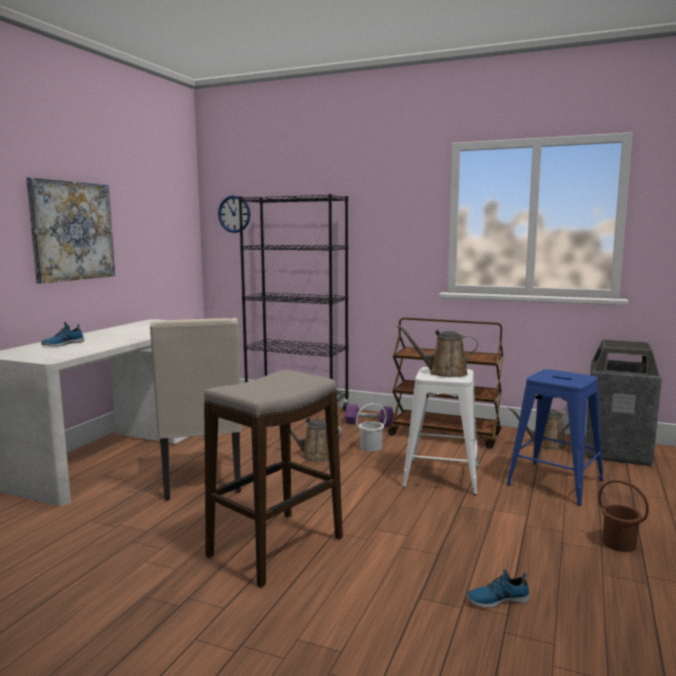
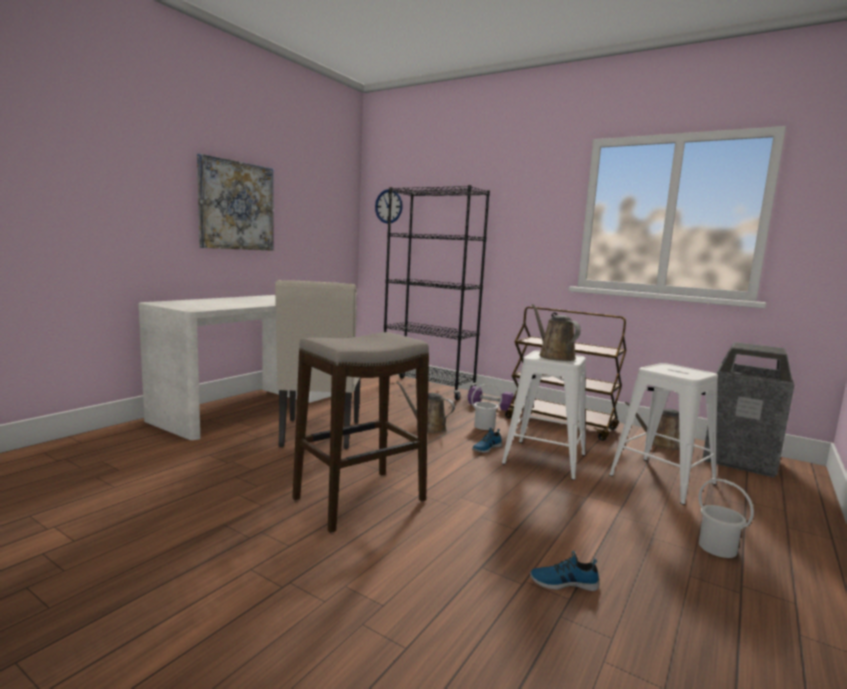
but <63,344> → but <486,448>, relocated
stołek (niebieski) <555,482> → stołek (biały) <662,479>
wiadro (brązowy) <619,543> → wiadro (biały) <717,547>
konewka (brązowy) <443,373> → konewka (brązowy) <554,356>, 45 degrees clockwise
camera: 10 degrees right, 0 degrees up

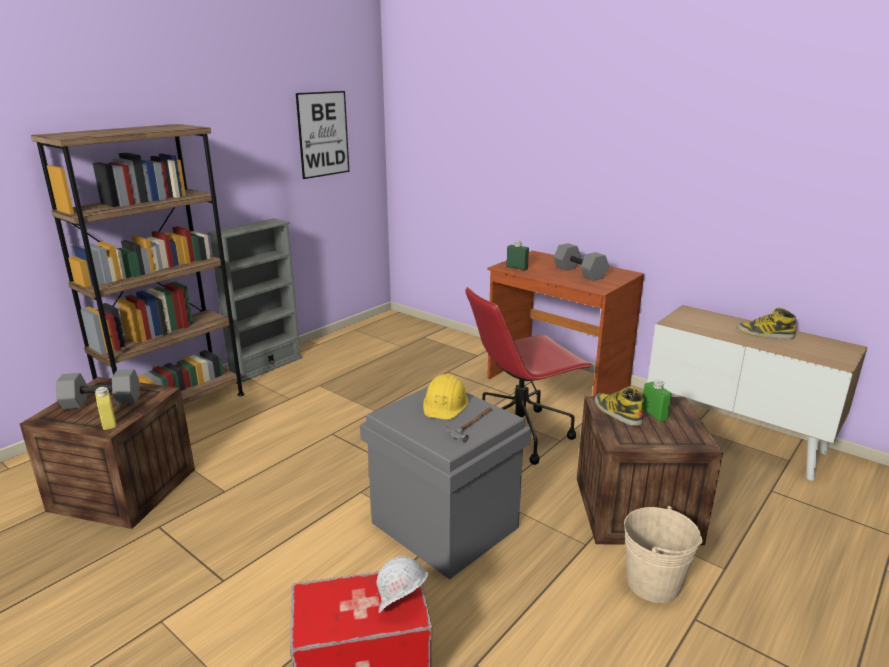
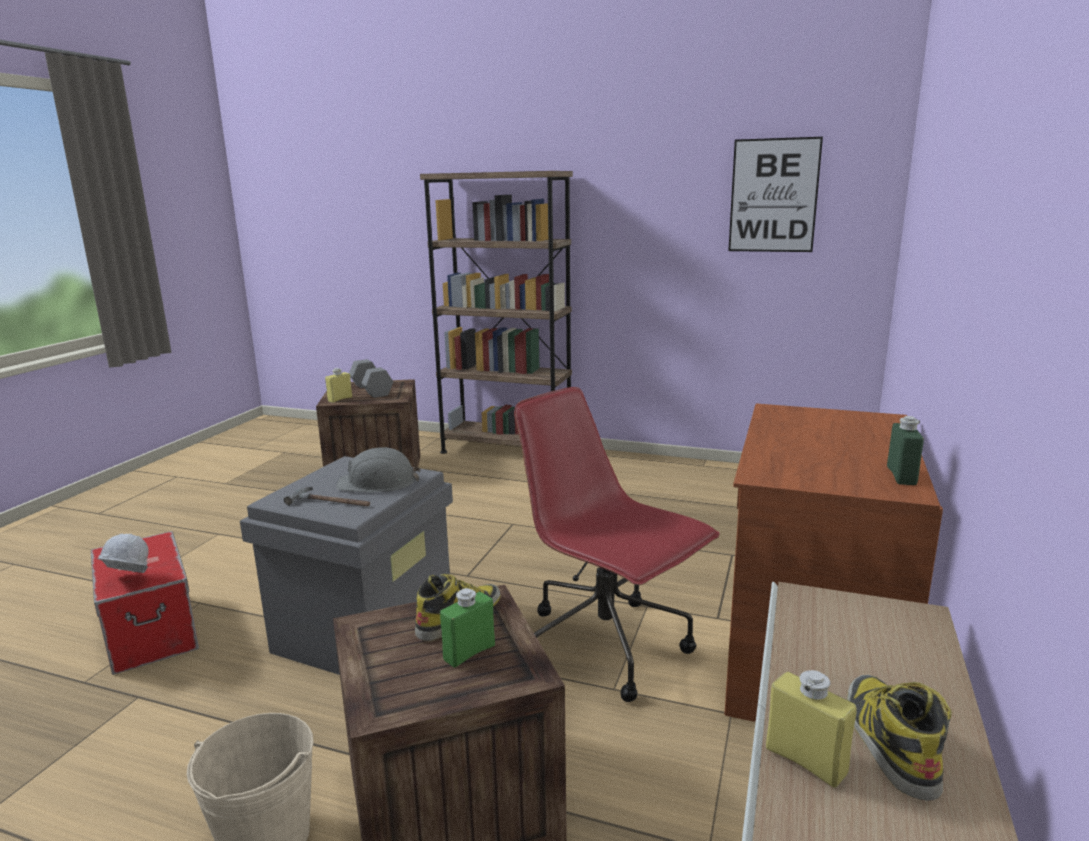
regał (szary) <266,366> → -
hantel (szary) <578,272> → -
- → butelka (żółty) <805,761>
butelka (zielony) <517,268> → butelka (zielony) <901,476>, relocated
kask (żółty) <445,404> → kask (szary) <378,483>
camera: 70 degrees right, 5 degrees down

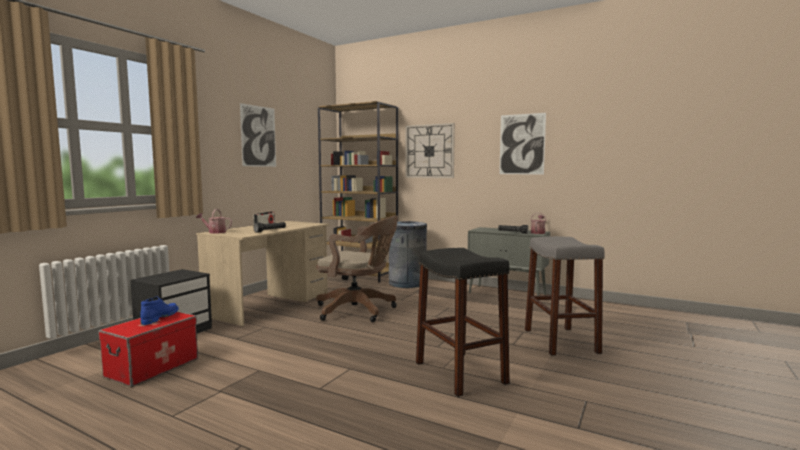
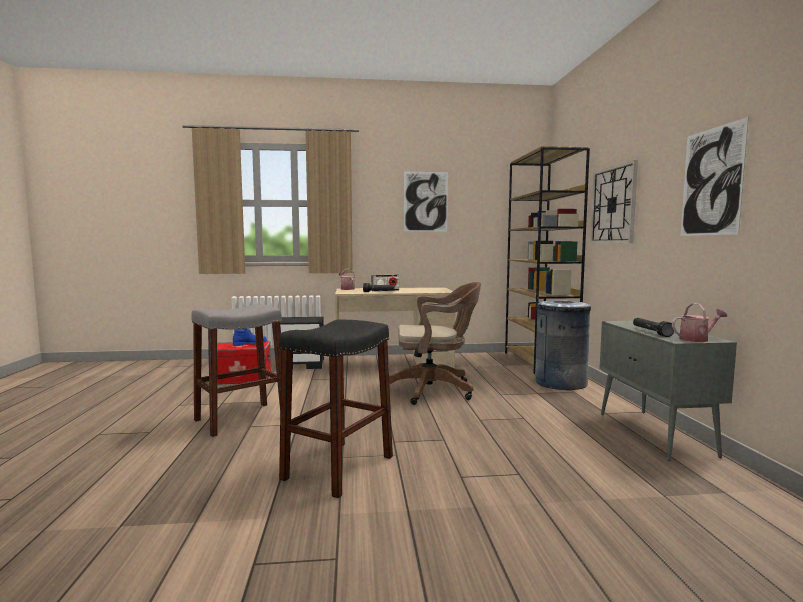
stołek (szary) <560,341> → stołek (szary) <241,419>, relocated
krzesło biurowe (brązowy) <359,311> → krzesło biurowe (brązowy) <434,390>, 75 degrees counterclockwise
camera: 55 degrees right, 0 degrees up

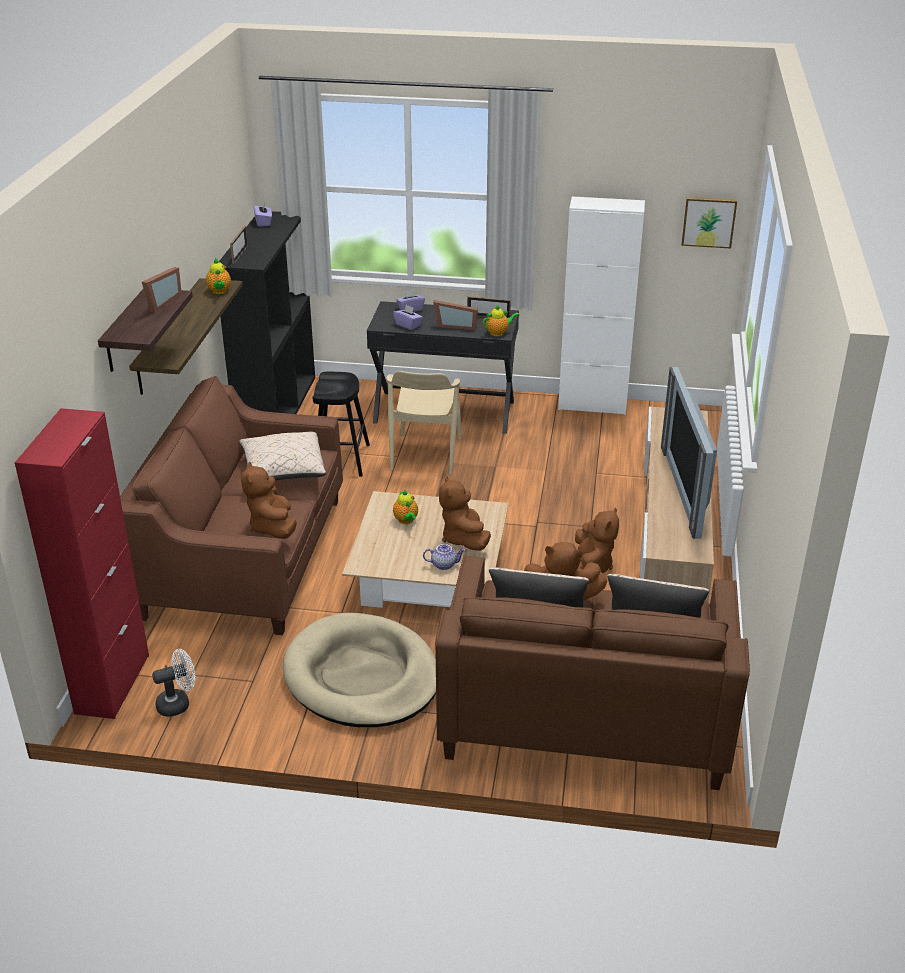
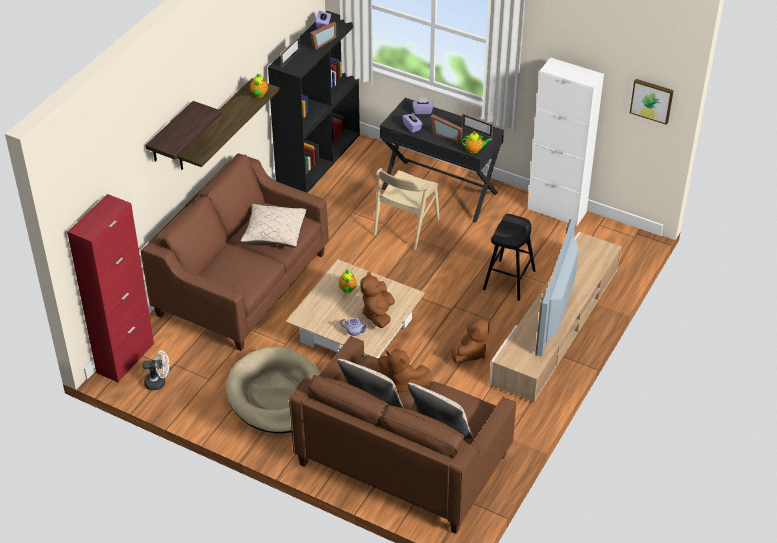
pluszak (brązowy) <272,527> → -
ramka na zdjęcie <160,302> → ramka na zdjęcie <321,42>, relocated
stołek (czarny) <341,459> → stołek (czarny) <509,280>, relocated
camera: 20 degrees right, 10 degrees up

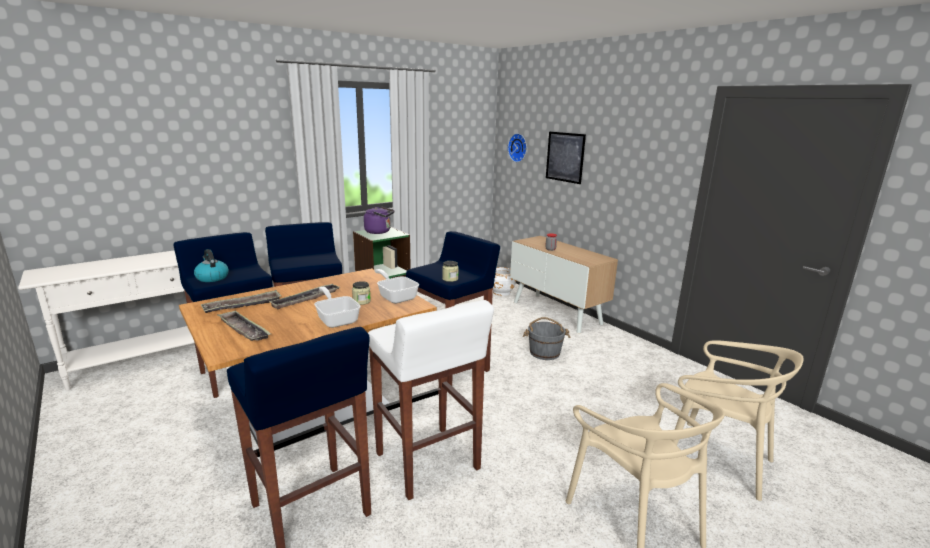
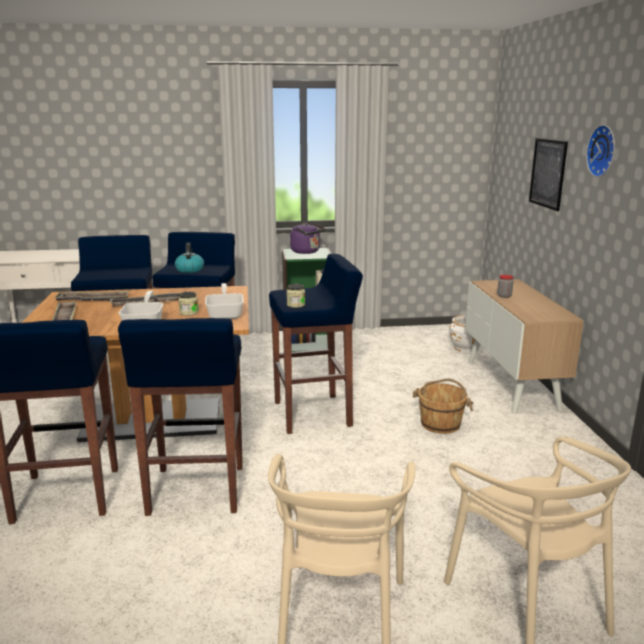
czajnik <212,278> → czajnik <189,269>, relocated
zegar ścienny <518,147> → zegar ścienny <604,151>, relocated
stołek (biały) <428,462> → stołek (niebieski) <196,491>
wiadro (szary) <544,352> → wiadro (brązowy) <441,423>
camera: 30 degrees right, 0 degrees up

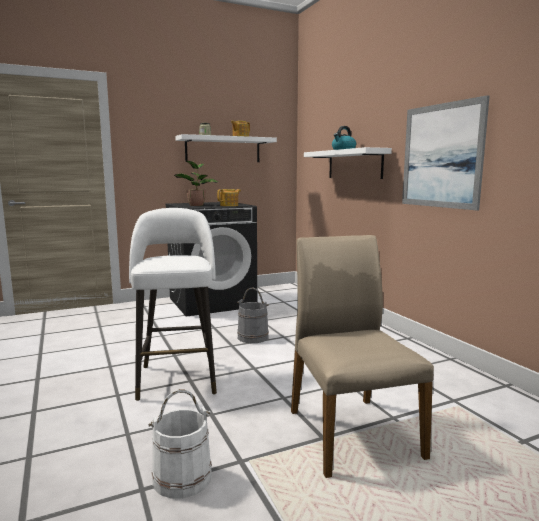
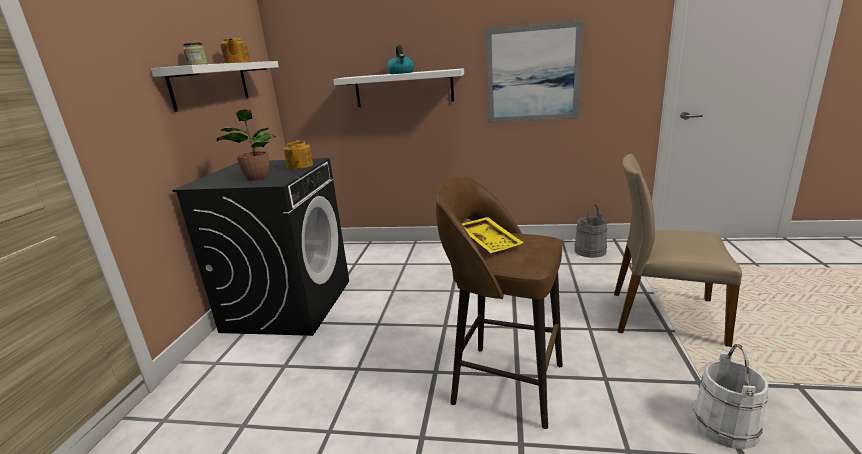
- → taca (żółty) <490,242>
wiadro (szary) <253,337> → wiadro (szary) <590,251>, relocated
stołek (biały) <178,378> → stołek (brązowy) <504,382>
camera: 55 degrees left, 10 degrees up

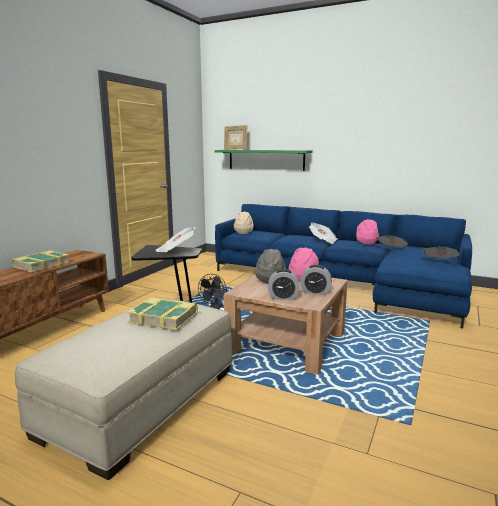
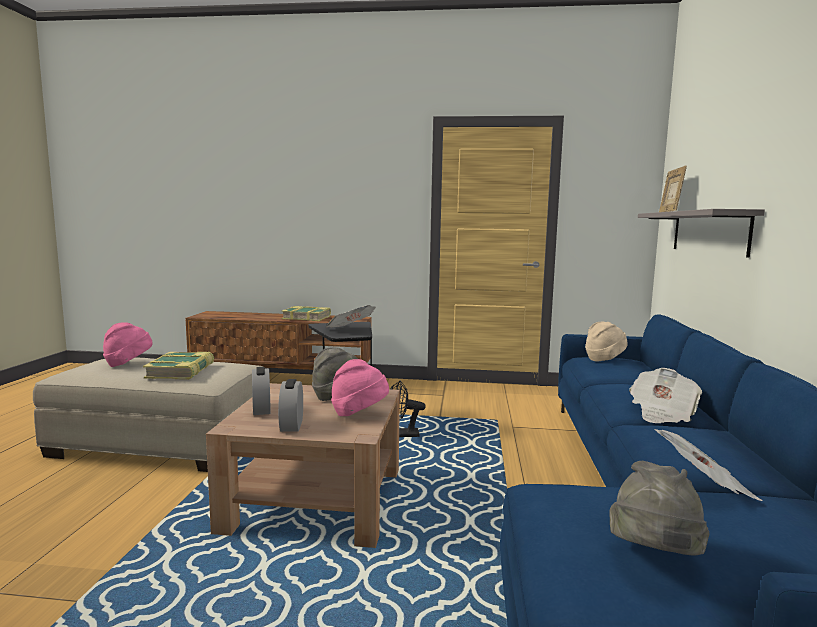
kapelusz (różowy) <366,242> → kapelusz (różowy) <128,364>, relocated
gazeta <439,262> → kapelusz (szary) <654,559>
półka (zielony) <266,159> → półka (szary) <708,232>
camera: 70 degrees right, 5 degrees down

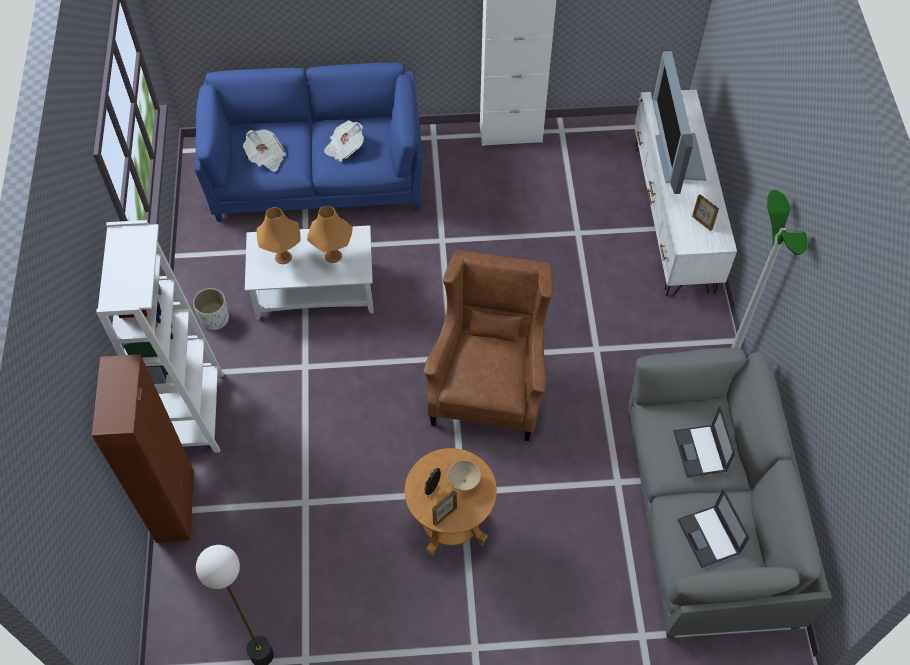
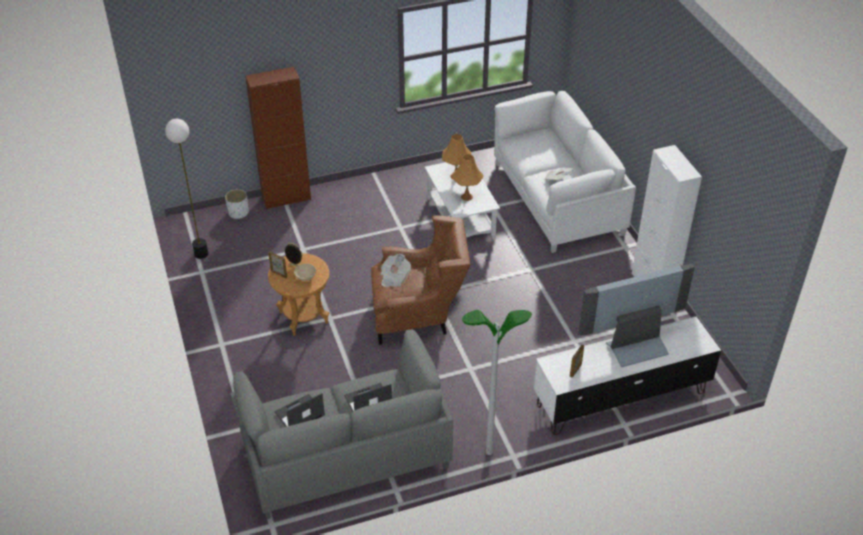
regał (biały) <195,413> → -
donica (biały) <214,318> → donica (biały) <238,213>, relocated
gazeta <266,157> → gazeta <394,277>, relocated
kanapa (niebieski) <318,176> → kanapa (biały) <557,198>
camera: 75 degrees right, 15 degrees down

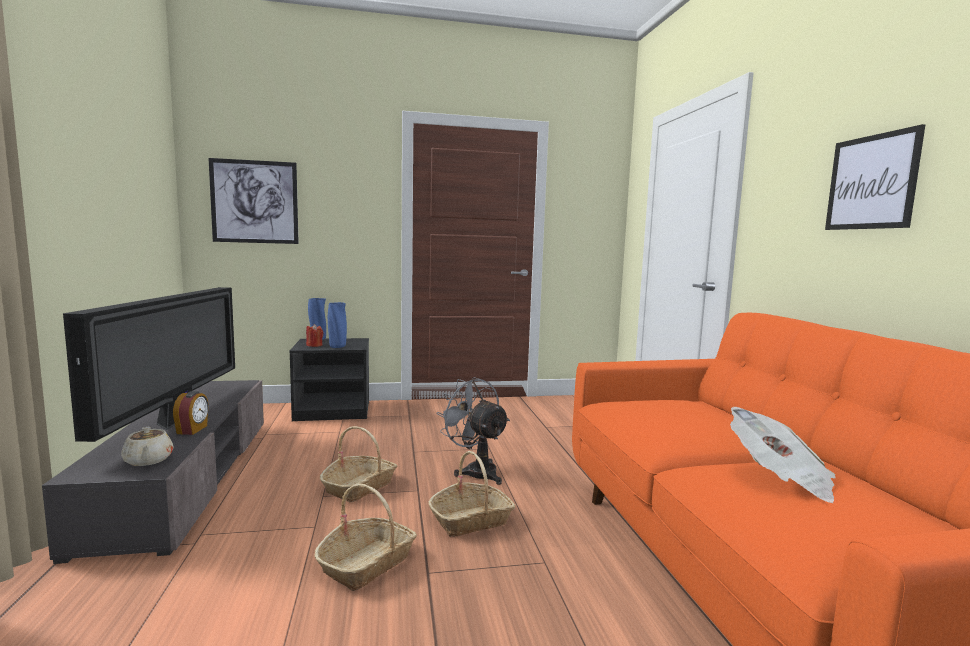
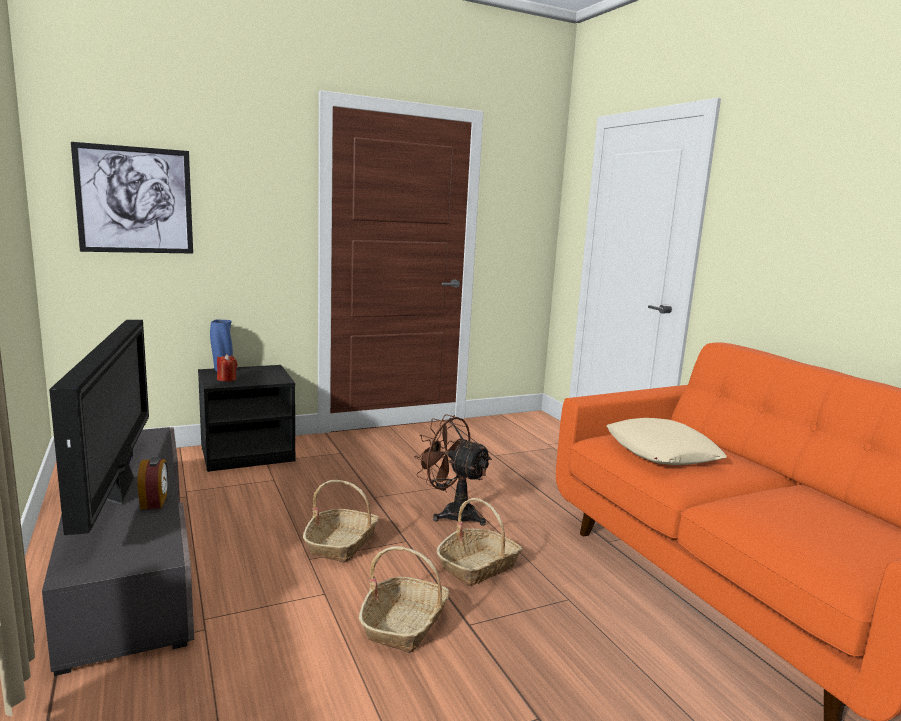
imbryk (beżowy) <148,460> → -
wazon (niebieski) <337,347> → -
gazeta <780,478> → -
obraz <871,182> → -
- → poduszka (beżowy) <661,452>
wentylator (szary) <475,471> → wentylator (brązowy) <452,512>
camera: 15 degrees left, 5 degrees up

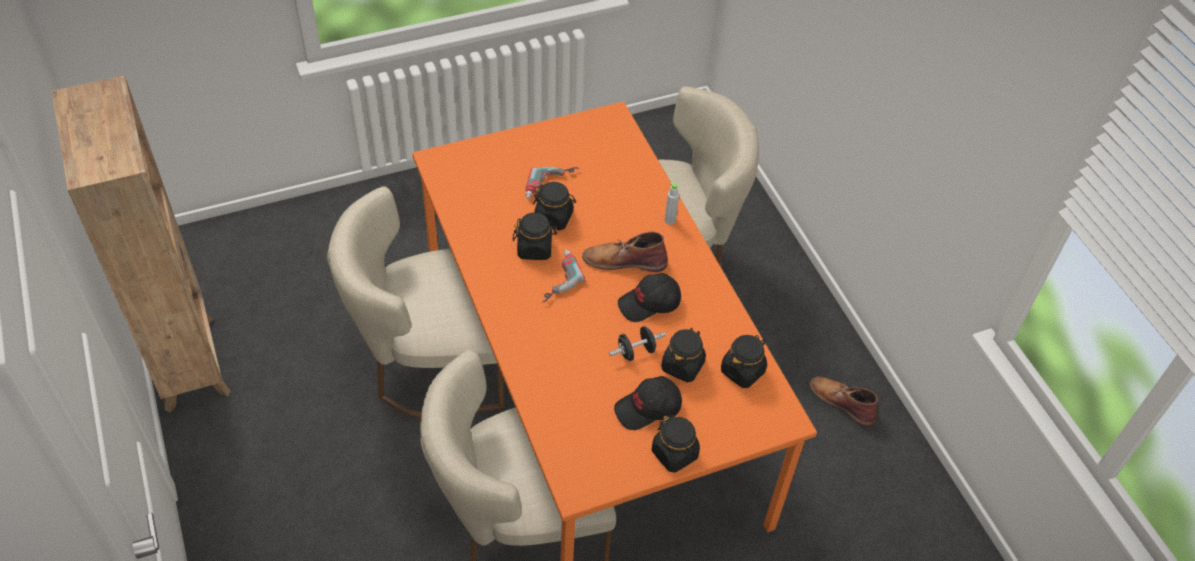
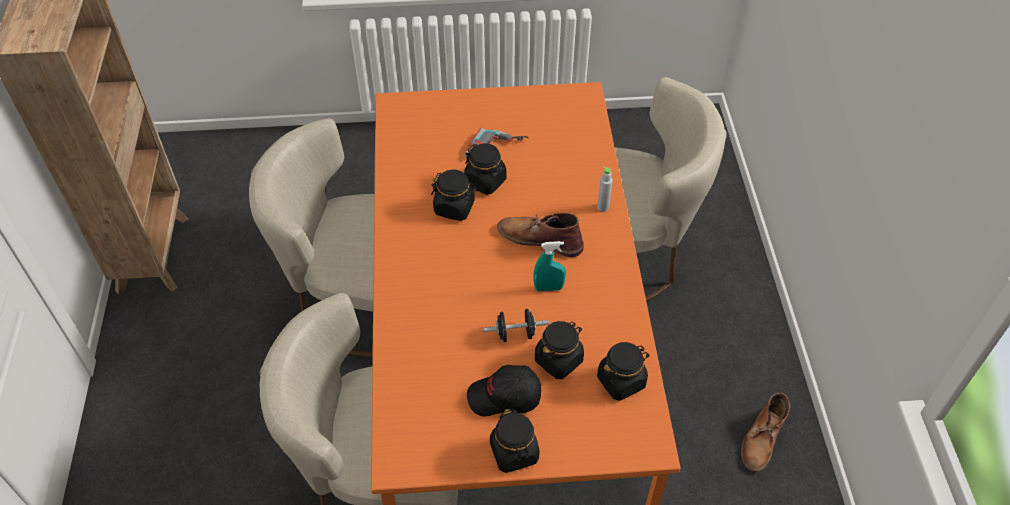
wiertarka <556,278> → -
czapka z daszkiem (czarny) <649,304> → spryskiwacz (turkusowy) <548,288>
but z cholewką (brązowy) <841,402> → but z cholewką (brązowy) <762,439>, 120 degrees counterclockwise
camera: 20 degrees right, 0 degrees up

